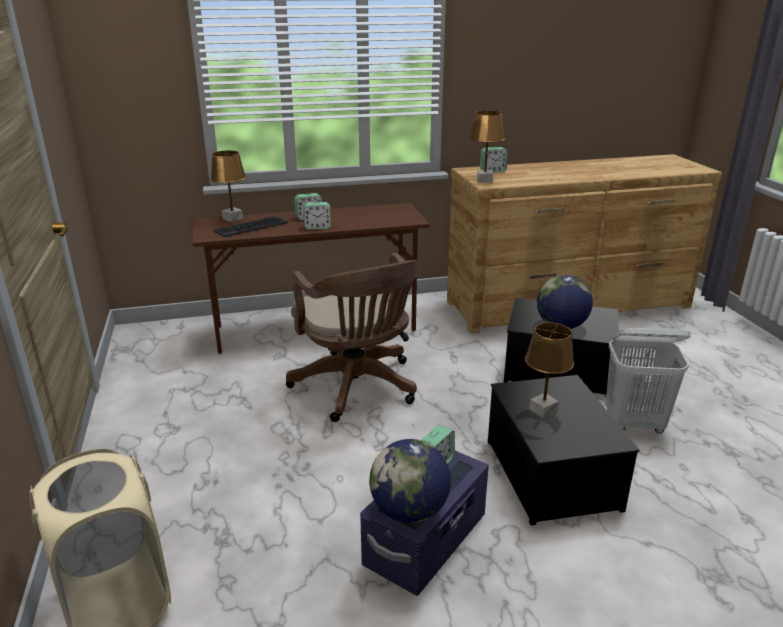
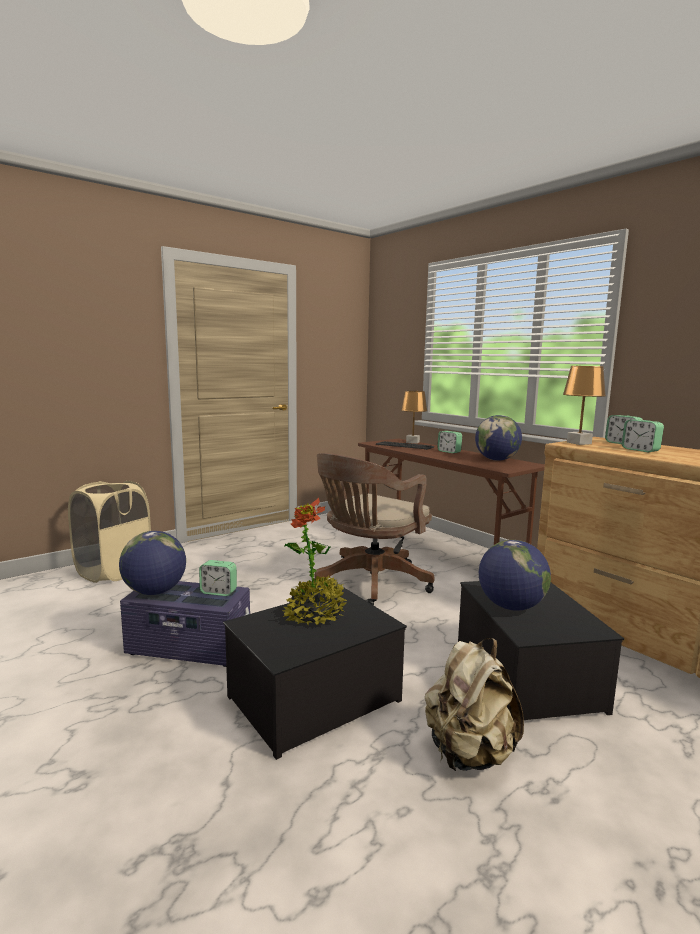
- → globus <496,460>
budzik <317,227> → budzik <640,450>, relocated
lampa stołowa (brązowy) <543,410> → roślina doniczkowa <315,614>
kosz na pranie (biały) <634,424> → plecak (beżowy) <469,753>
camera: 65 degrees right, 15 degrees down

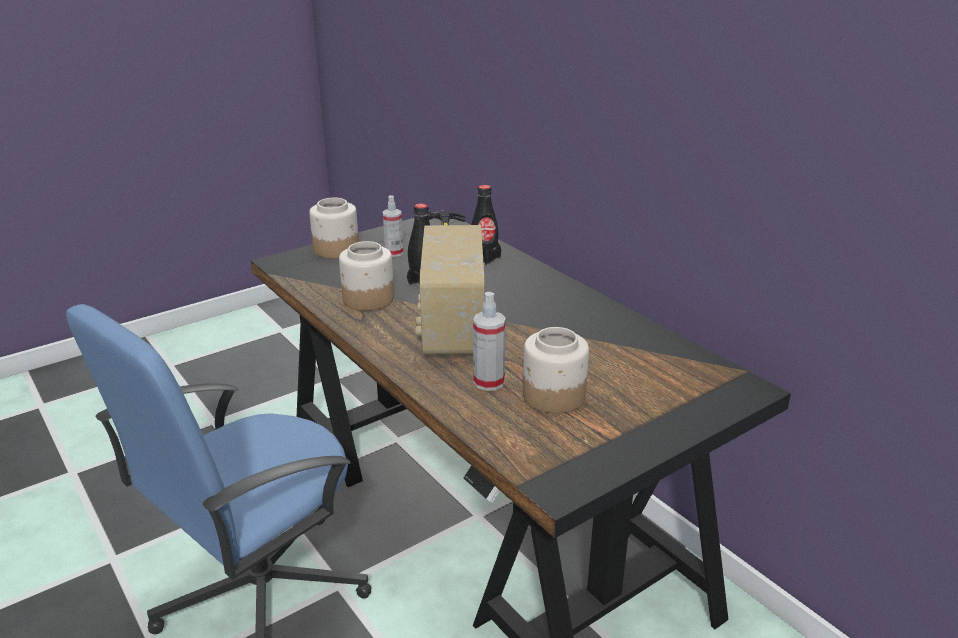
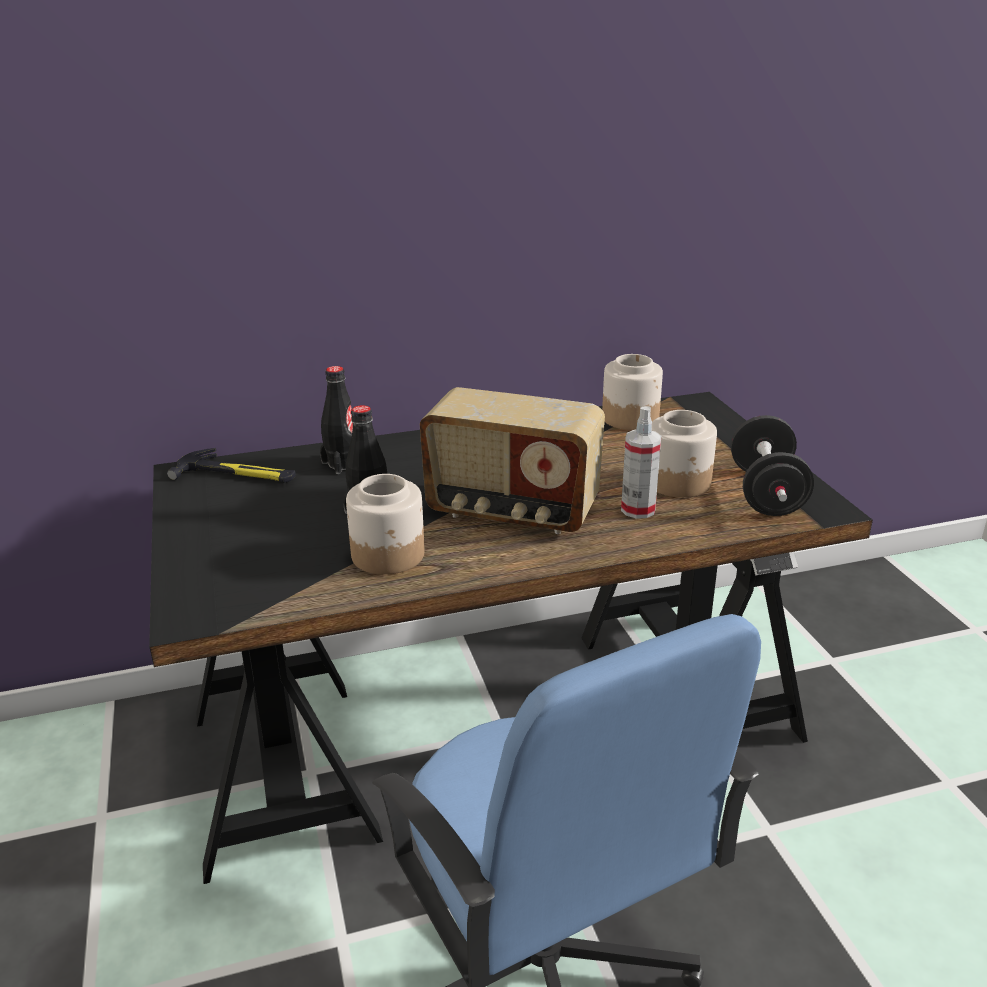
spryskiwacz <394,253> → -
- → hantel (czarny) <766,493>
słoik <337,249> → słoik <630,418>, relocated
camera: 70 degrees left, 0 degrees up

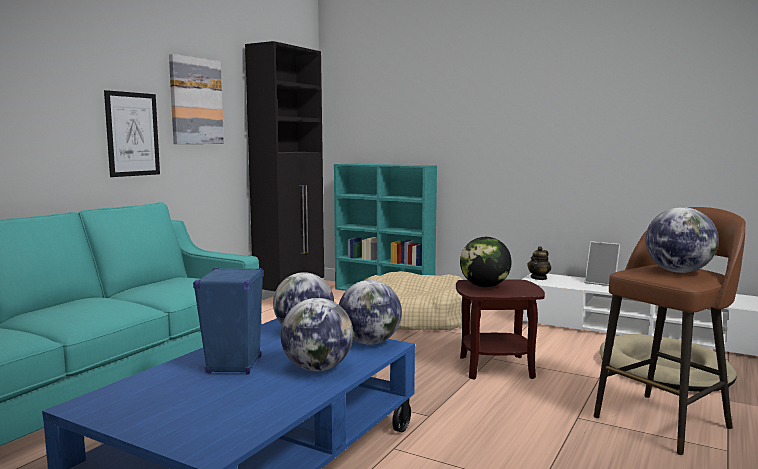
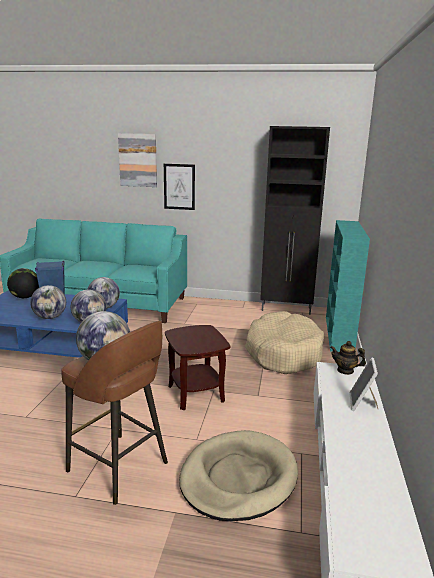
obraz <196,101> → obraz <138,160>, relocated
globus <484,286> → globus <25,297>, relocated
camera: 70 degrees right, 10 degrees up

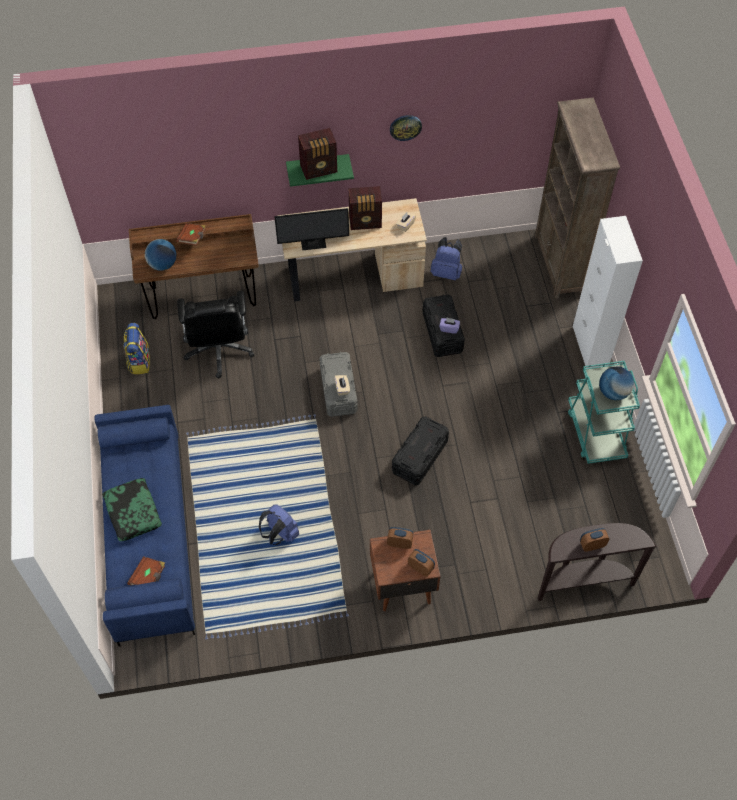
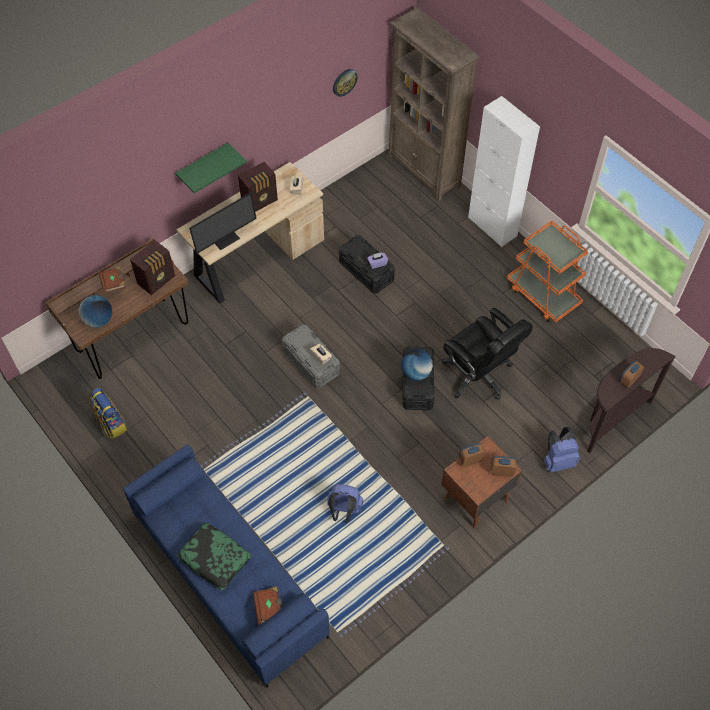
krzesło biurowe (czarny) <219,350> → krzesło biurowe (czarny) <478,374>, relocated
radio <319,169> → radio <157,280>, relocated
zegar ścienny <405,127> → zegar ścienny <344,82>, relocated
plecak (niebieski) <446,272> → plecak (niebieski) <558,461>, relocated
globus <613,392> → globus <415,373>, relocated
wózek (turkusowy) <596,433> → wózek (pomarańczowy) <543,295>
camera: 30 degrees left, 0 degrees up

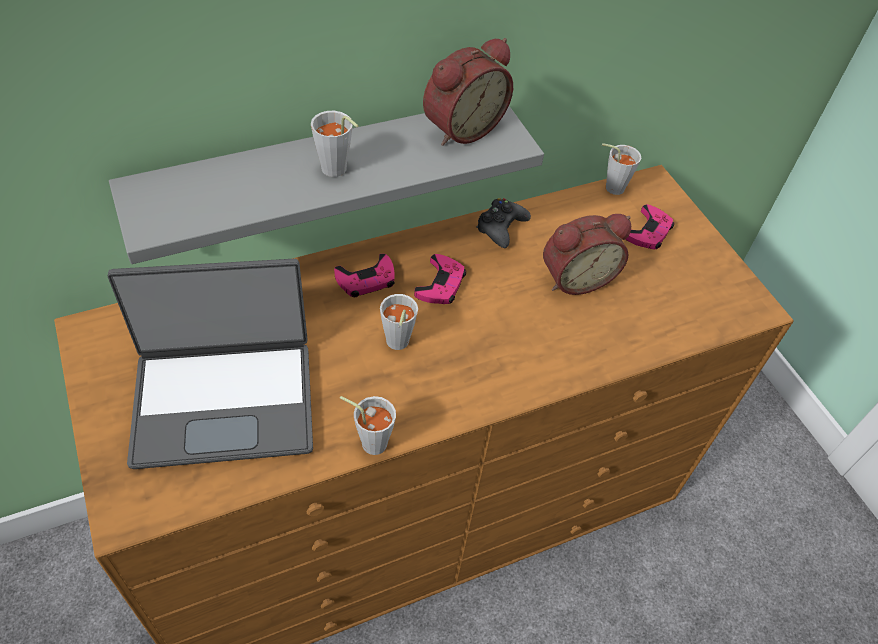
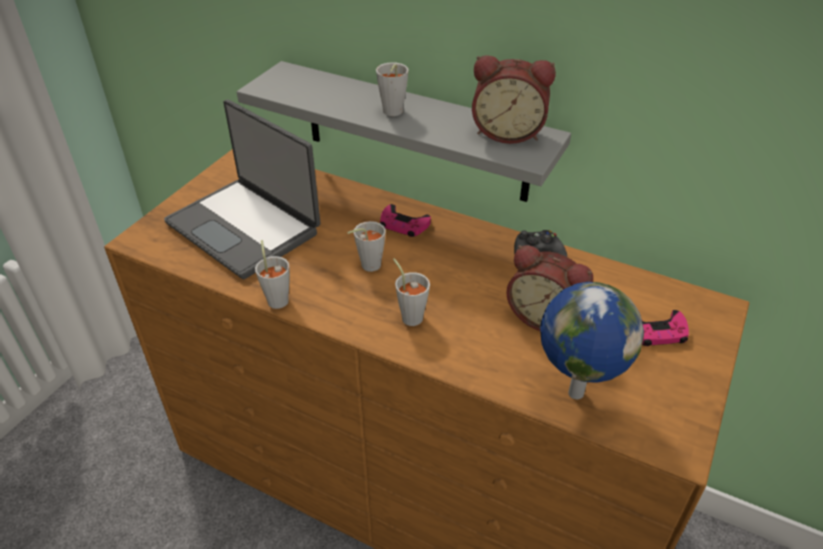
pad do gier (różowy) <441,284> → -
- → globus <574,392>
filiżanka (szary) <610,187> → filiżanka (szary) <410,315>, relocated
camera: 55 degrees right, 10 degrees down

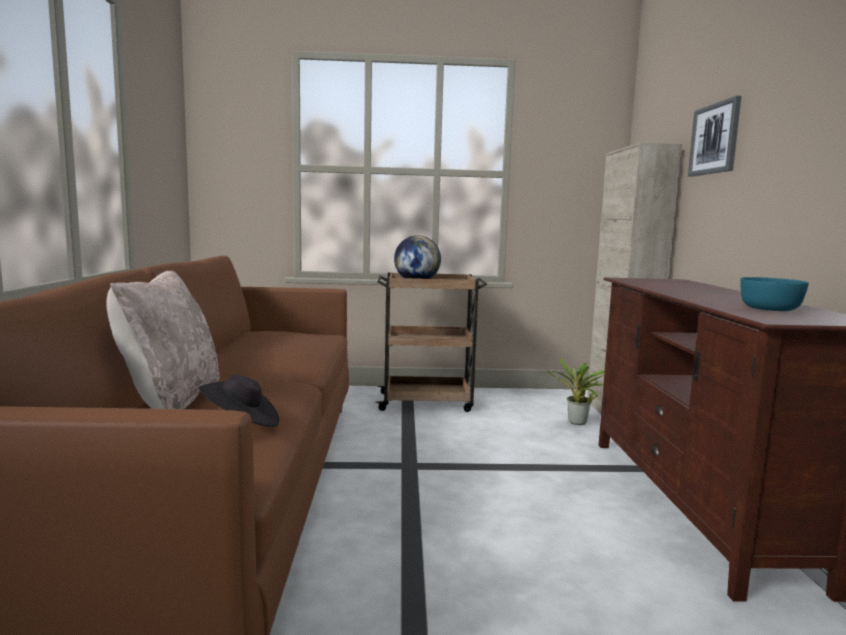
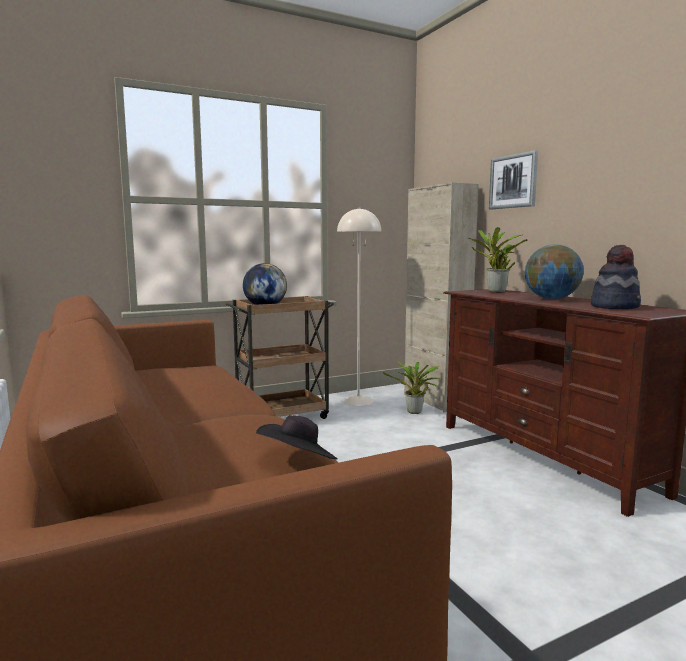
poduszka (beżowy) <170,400> → -
- → lampa stojąca (beżowy) <358,401>
- → roślina doniczkowa <495,292>
- → globus <551,299>
miska (turkusowy) <770,308> → kapelusz <615,307>
camera: 25 degrees left, 0 degrees up

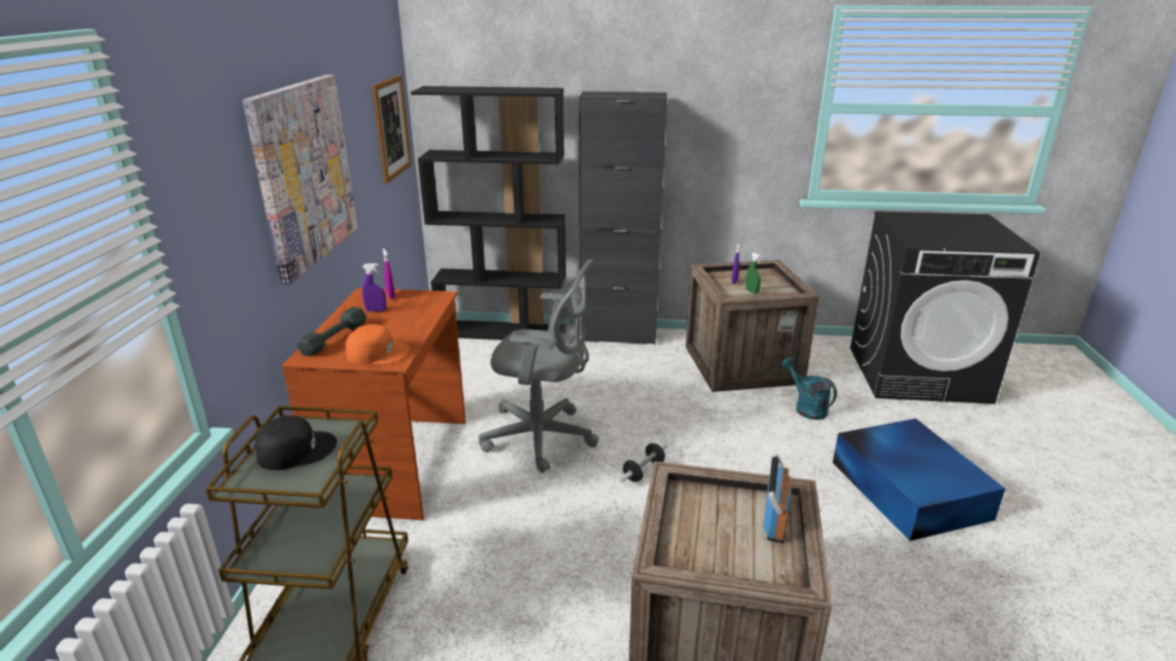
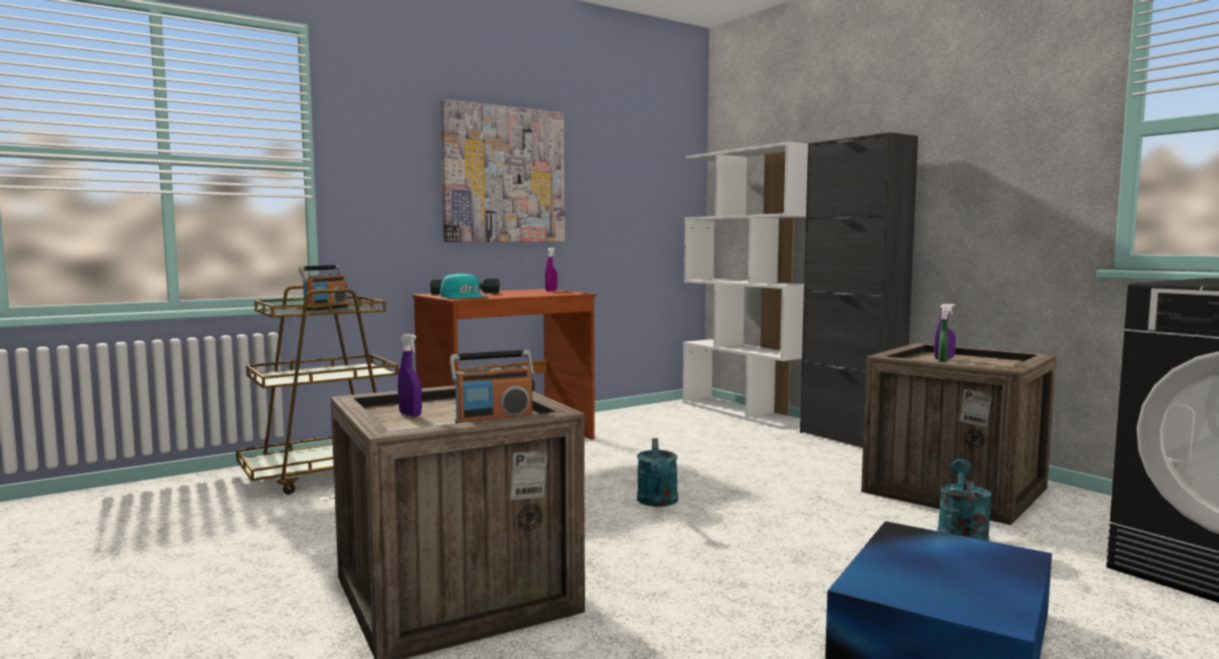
obraz <391,128> → -
krzesło biurowe (szary) <543,438> → -
spryskiwacz (fioletowy) <376,310> → spryskiwacz (fioletowy) <410,414>, relocated
czapka z daszkiem (czarny) <296,450> → radio <325,308>
hantel <643,471> → konewka (turkusowy) <658,502>
czapka z daszkiem (pomarańczowy) <377,352> → czapka z daszkiem (turkusowy) <464,296>
regał (czarny) <503,331> → regał (biały) <743,412>
camera: 50 degrees right, 20 degrees down

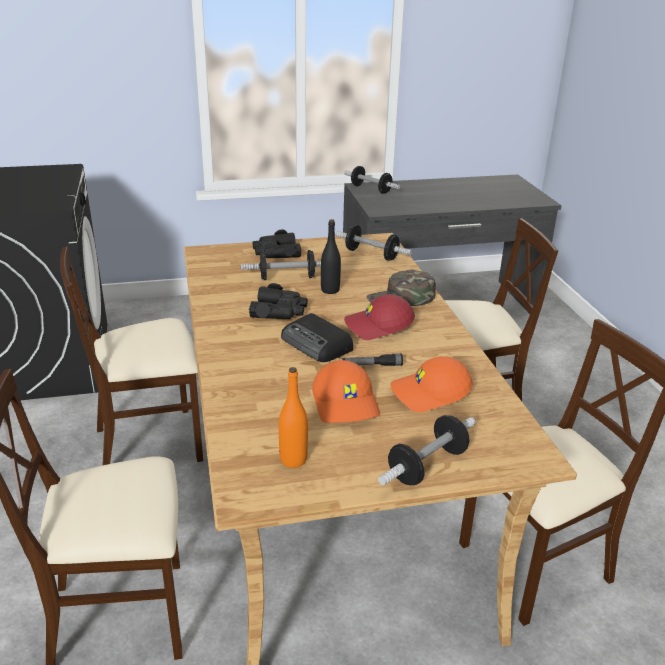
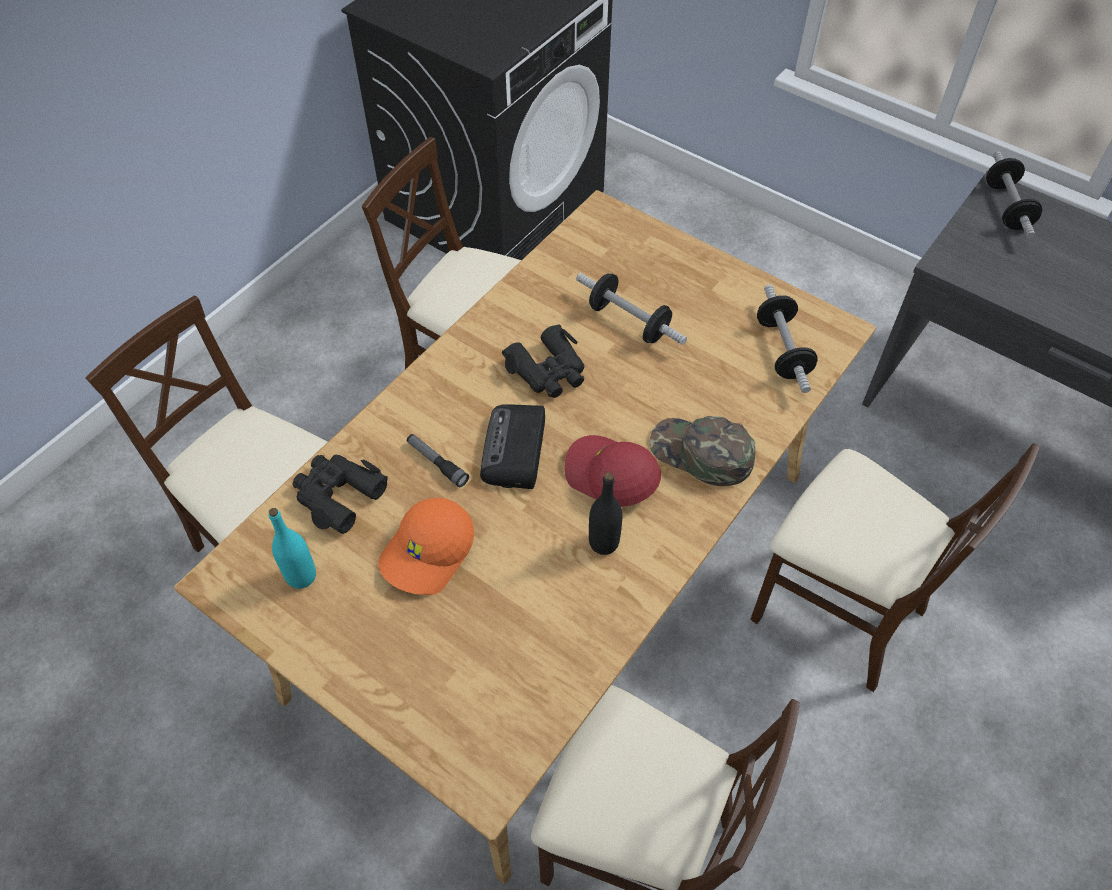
hantel <427,466> → -
czapka z daszkiem (pomarańczowy) <430,394> → -
lornetka (czarny) <276,252> → lornetka (czarny) <337,495>, relocated
butelka (czarny) <330,290> → butelka (czarny) <603,542>, relocated
latarka <372,365> → latarka <437,463>, relocated
butelka (pomarańczowy) <293,460> → butelka (turkusowy) <301,576>
camera: 50 degrees right, 25 degrees up

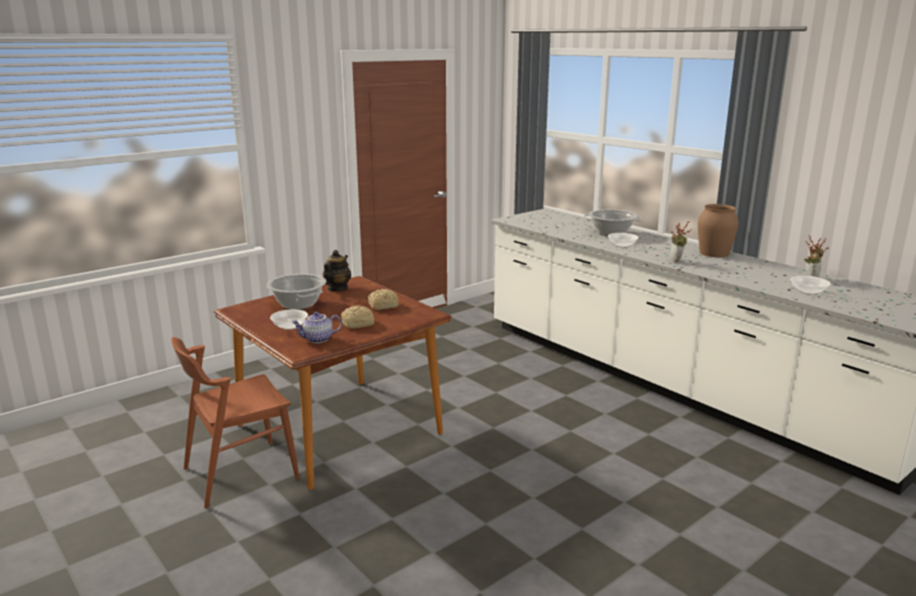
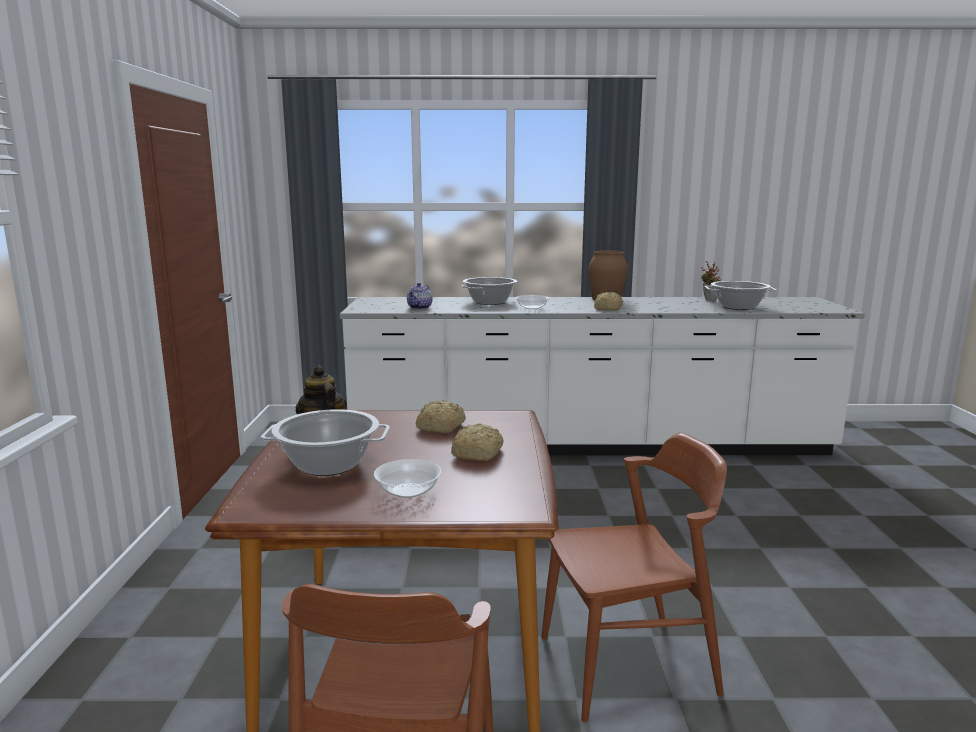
- → krzesło (brązowy) <628,665>
imbryk <318,339> → imbryk <420,308>, relocated
roślina doniczkowa <677,261> → chleb <608,309>
miska <808,292> → garnek <738,307>
camera: 50 degrees left, 5 degrees down

